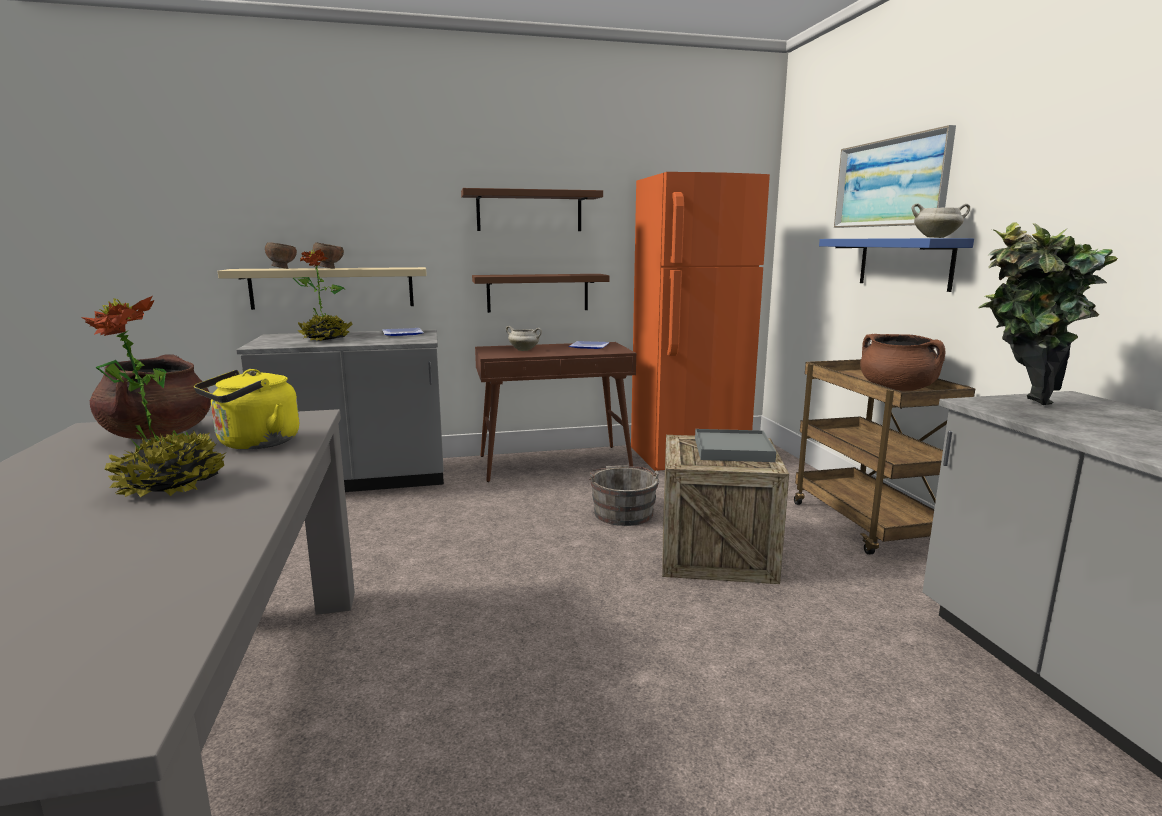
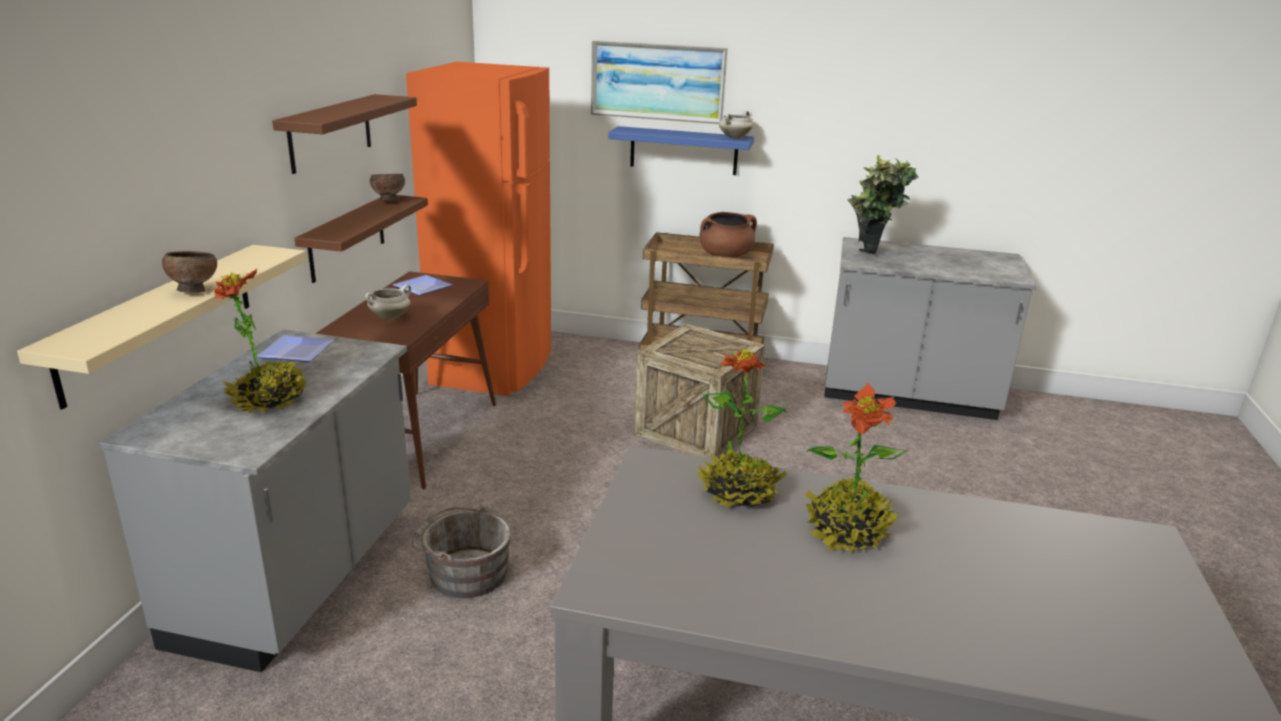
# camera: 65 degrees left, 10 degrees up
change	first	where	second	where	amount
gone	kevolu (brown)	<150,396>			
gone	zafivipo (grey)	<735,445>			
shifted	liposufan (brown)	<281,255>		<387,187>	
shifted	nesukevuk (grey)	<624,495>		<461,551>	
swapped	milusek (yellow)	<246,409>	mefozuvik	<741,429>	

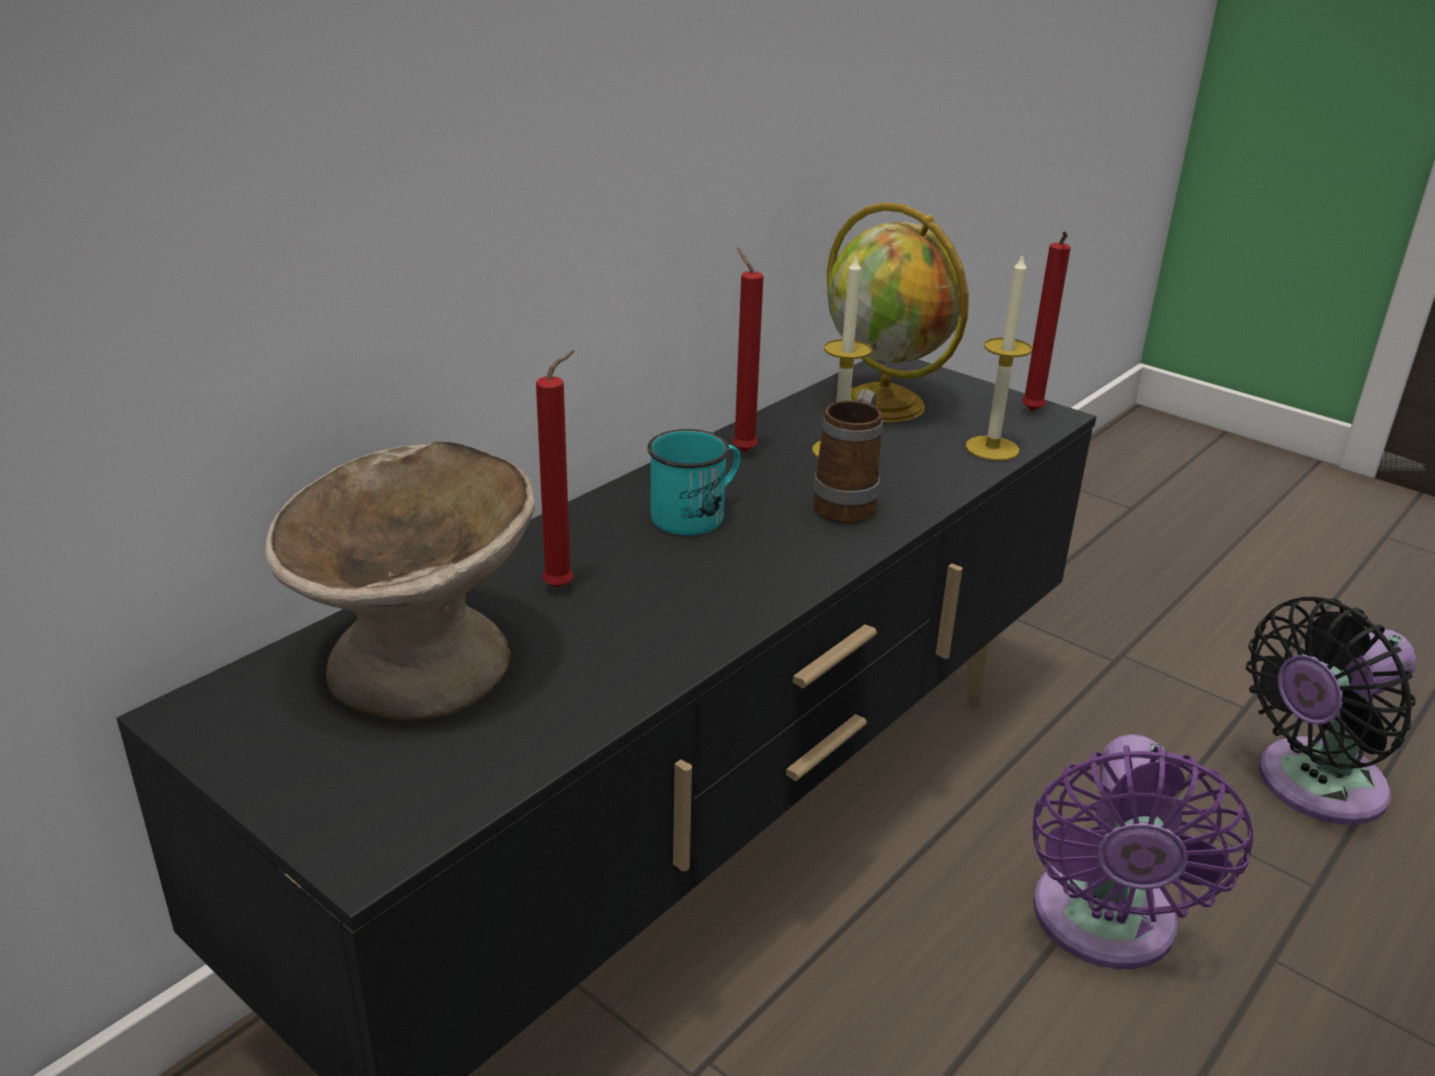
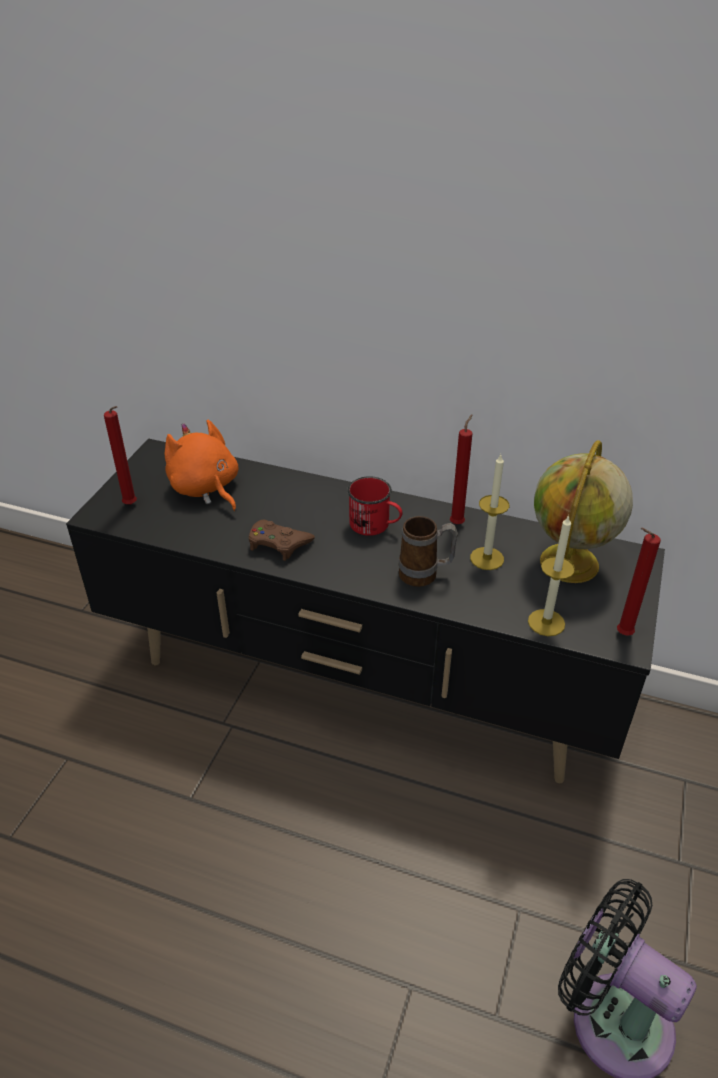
# camera: 70 degrees right, 10 degrees up
change	first	where	second	where	amount
gone	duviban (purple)	<1143,851>			
new			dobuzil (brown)	<282,540>	
shifted	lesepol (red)	<555,469>		<120,455>	
swapped	liposufan (beige)	<400,580>	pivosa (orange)	<201,465>	
repainted	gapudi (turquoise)	<694,482>	gapudi (red)	<375,506>	

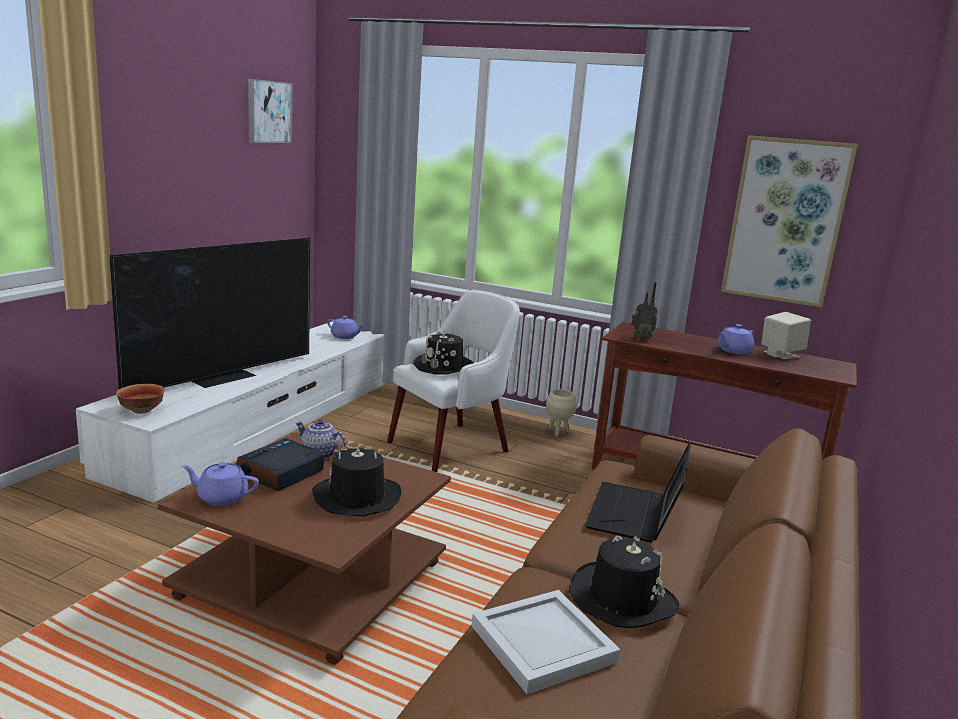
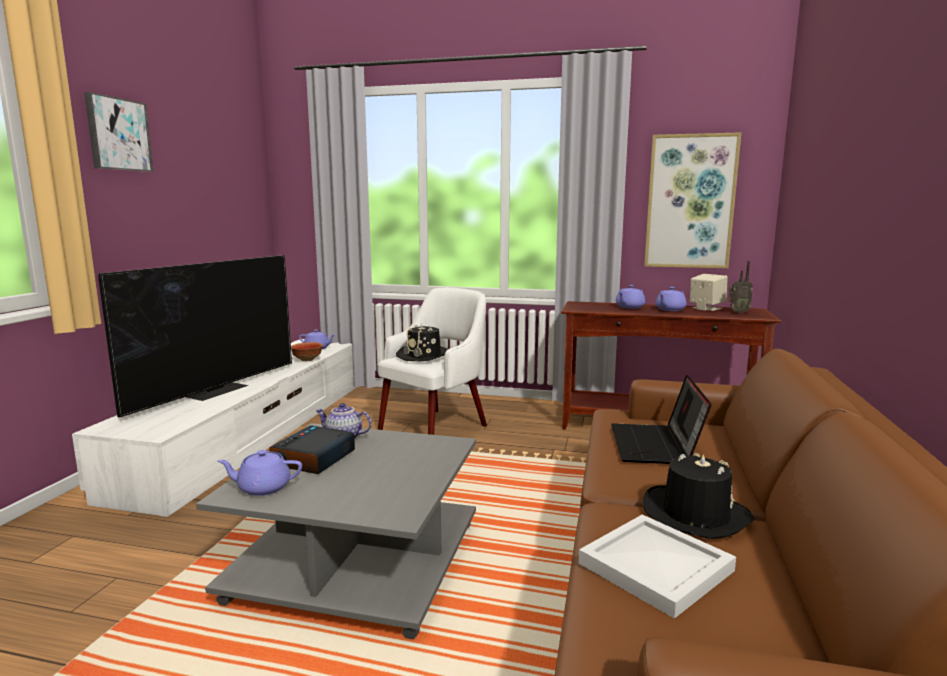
# camera: 10 degrees left, 5 degrees down
change	first	where	second	where	amount
gone	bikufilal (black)	<356,481>			
gone	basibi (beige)	<561,412>			
new			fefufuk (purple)	<630,297>	
shifted	liposufan	<140,399>		<307,351>	
shifted	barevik	<270,111>		<119,132>	
shifted	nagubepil	<644,311>		<741,287>	
repainted	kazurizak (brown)	<304,548>	kazurizak (grey)	<336,531>	

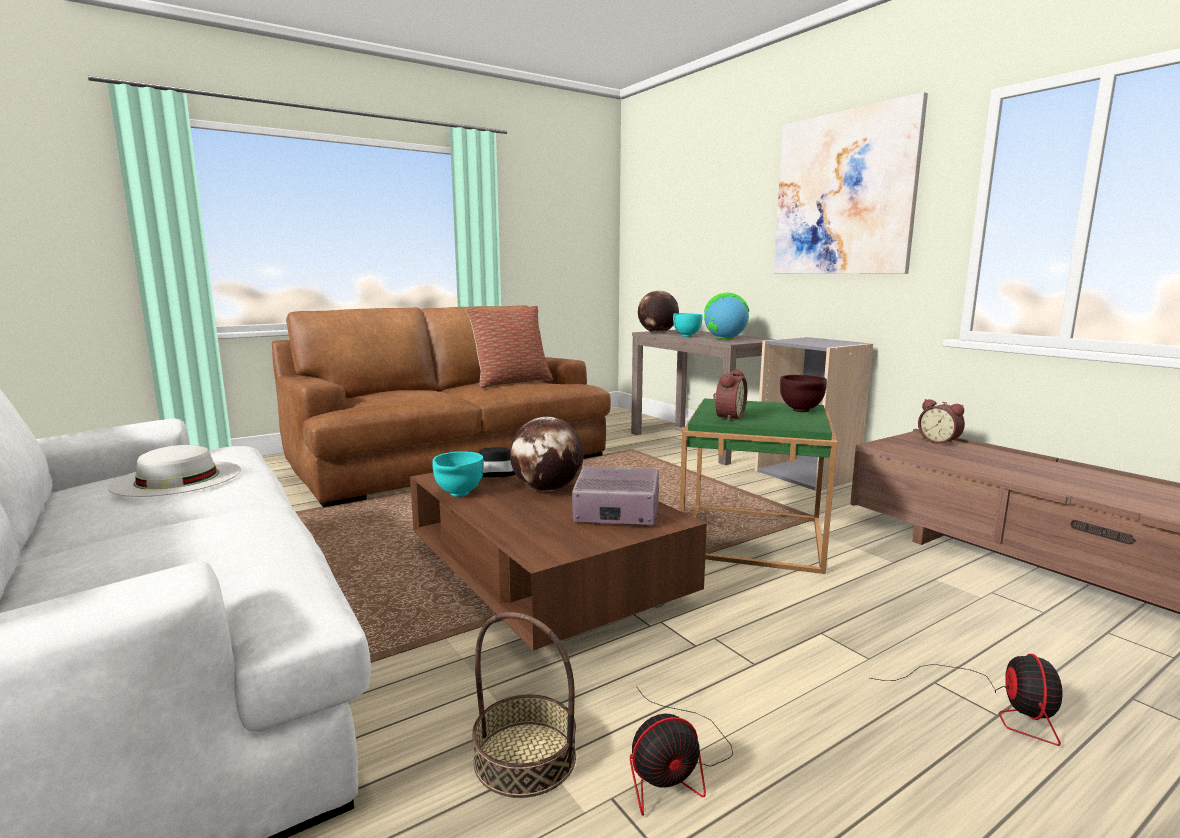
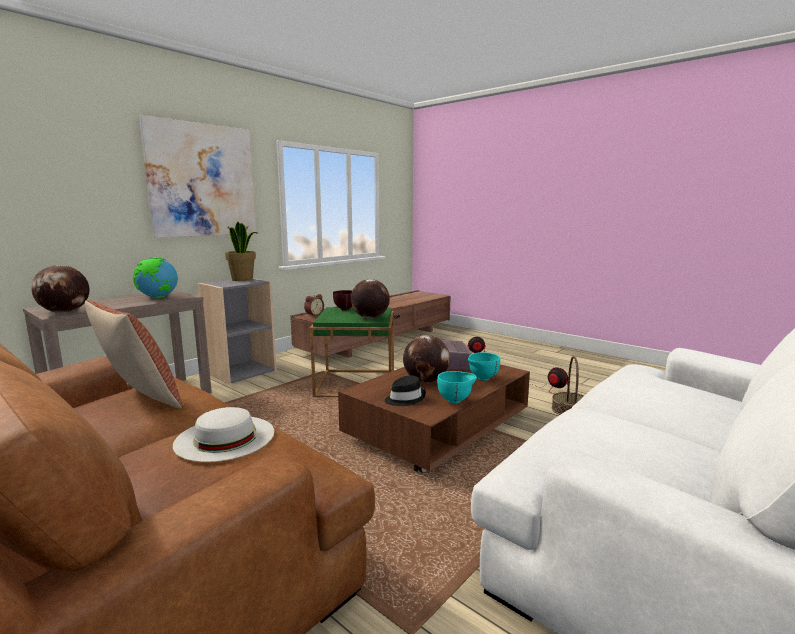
# camera: 105 degrees left, 0 degrees up
change	first	where	second	where	amount
new			mefozuvik	<241,251>	
shifted	bikufilal (white)	<174,471>		<223,434>	
shifted	liposufan (turquoise)	<688,325>		<484,366>	
swapped	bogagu	<730,395>	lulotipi	<370,299>	

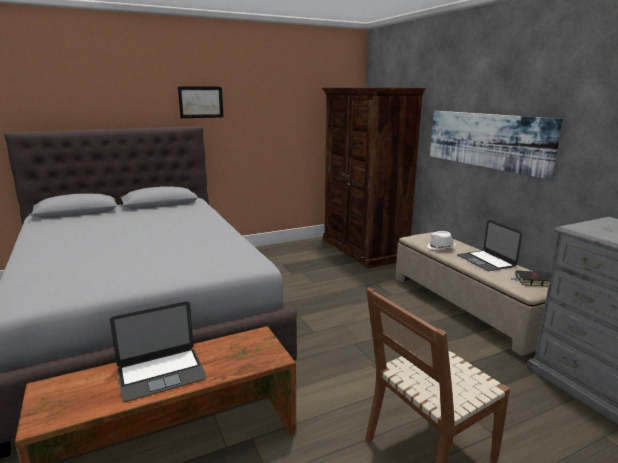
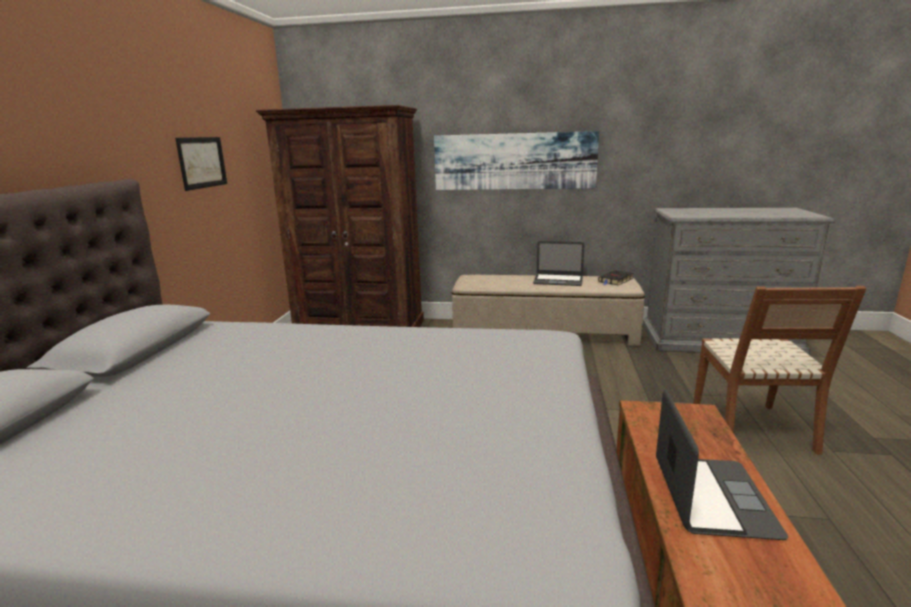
# camera: 55 degrees left, 0 degrees up
change	first	where	second	where	amount
gone	bikufilal (white)	<441,240>			
shifted	barevik	<200,102>		<201,164>	

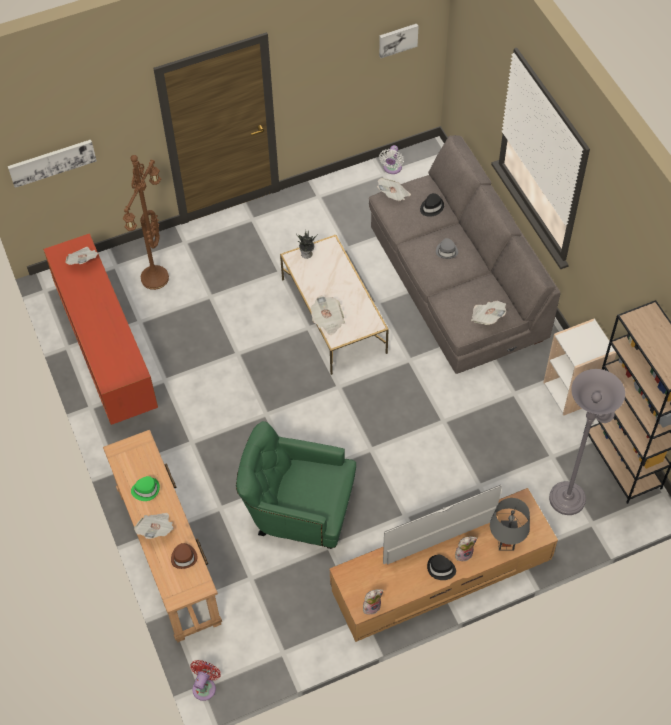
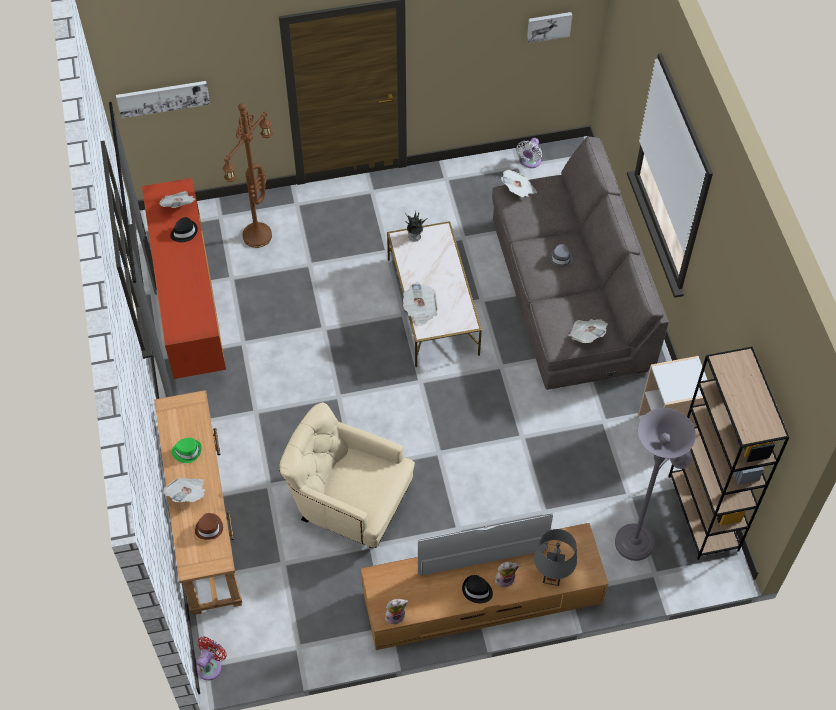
# camera: 10 degrees right, 0 degrees up
change	first	where	second	where	amount
shifted	bikufilal (black)	<432,205>		<184,229>	
repainted	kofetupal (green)	<296,485>	kofetupal (beige)	<347,475>	

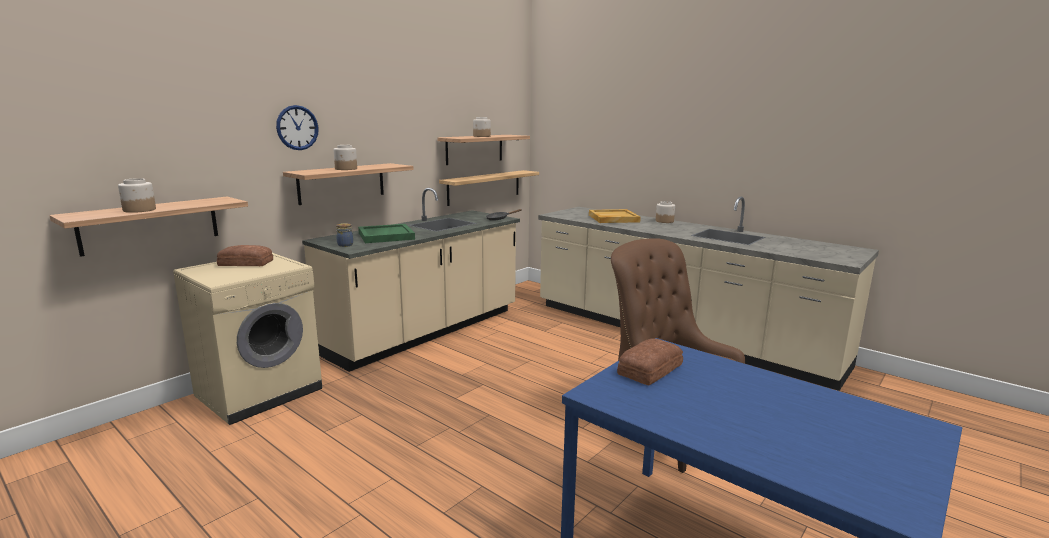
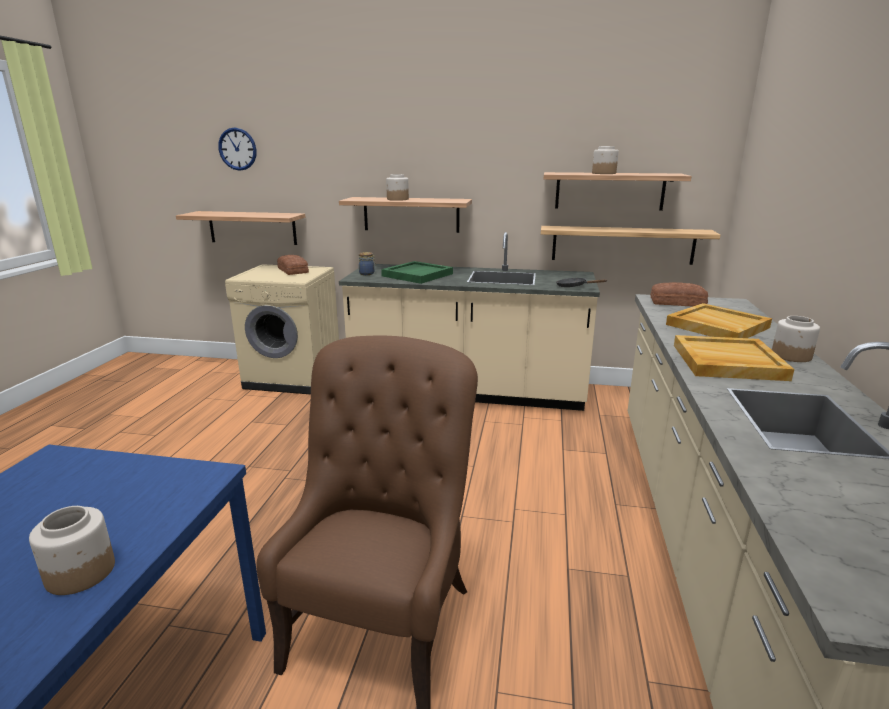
# camera: 60 degrees right, 5 degrees up
change	first	where	second	where	amount
new			zafivipo (beige)	<734,358>	
shifted	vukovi	<137,195>		<72,550>	
shifted	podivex	<297,127>		<237,149>	
shifted	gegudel	<650,361>		<679,294>	

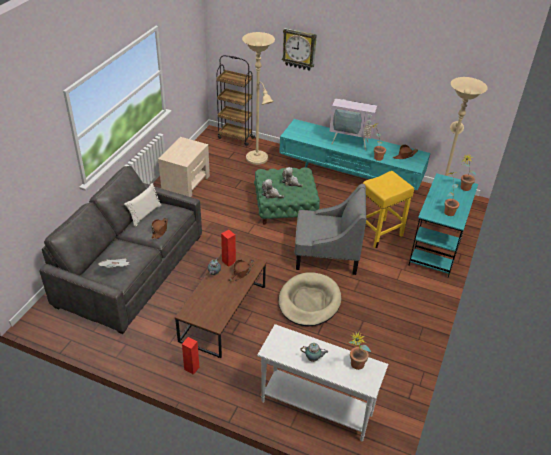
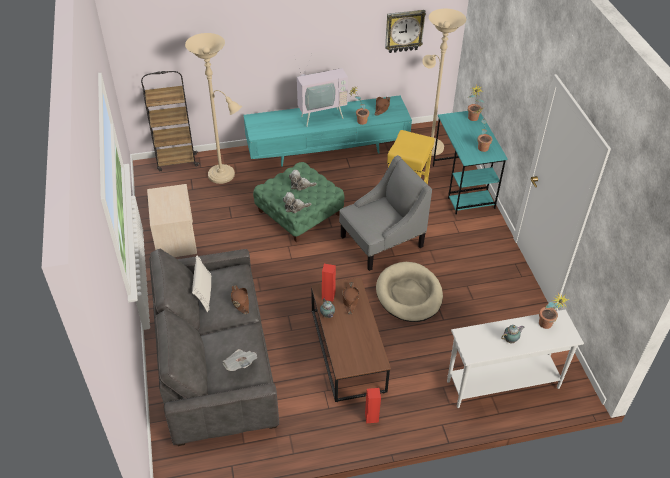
# camera: 35 degrees left, 5 degrees up
change	first	where	second	where	amount
shifted	podivex	<299,49>		<405,31>	

